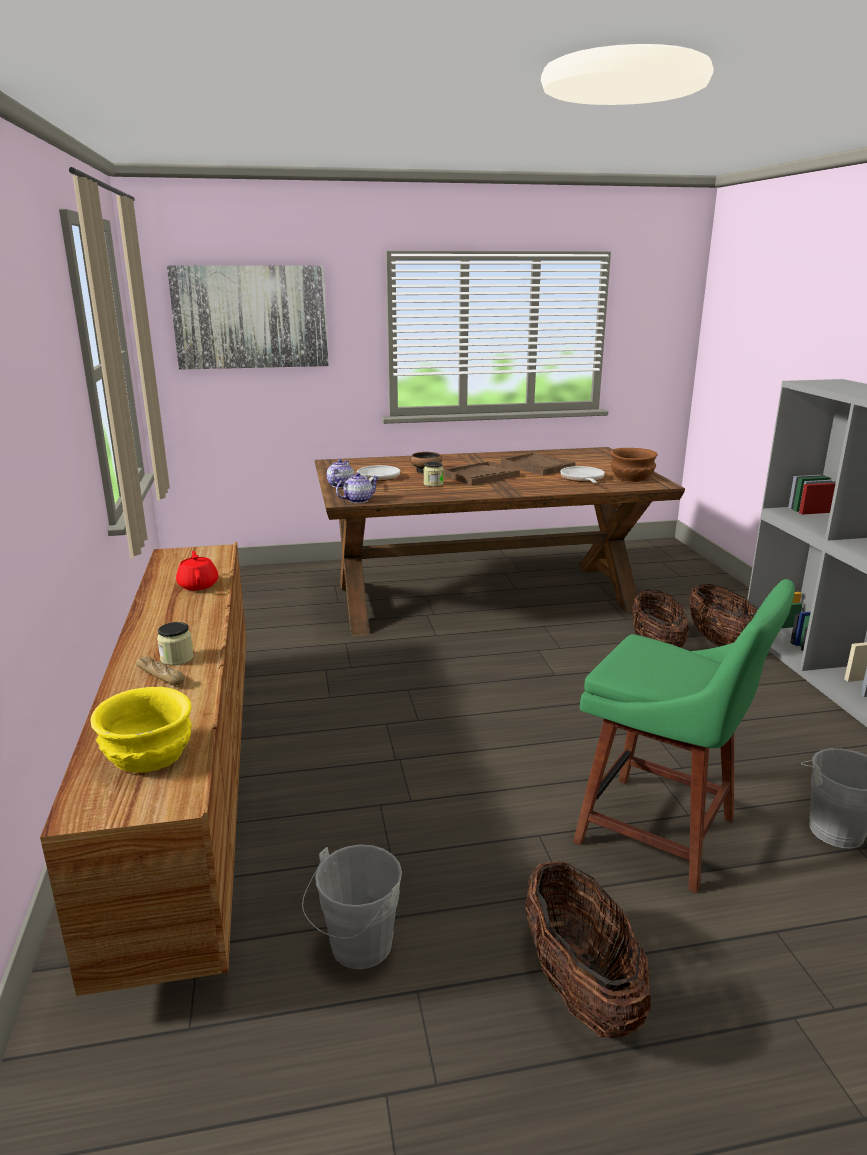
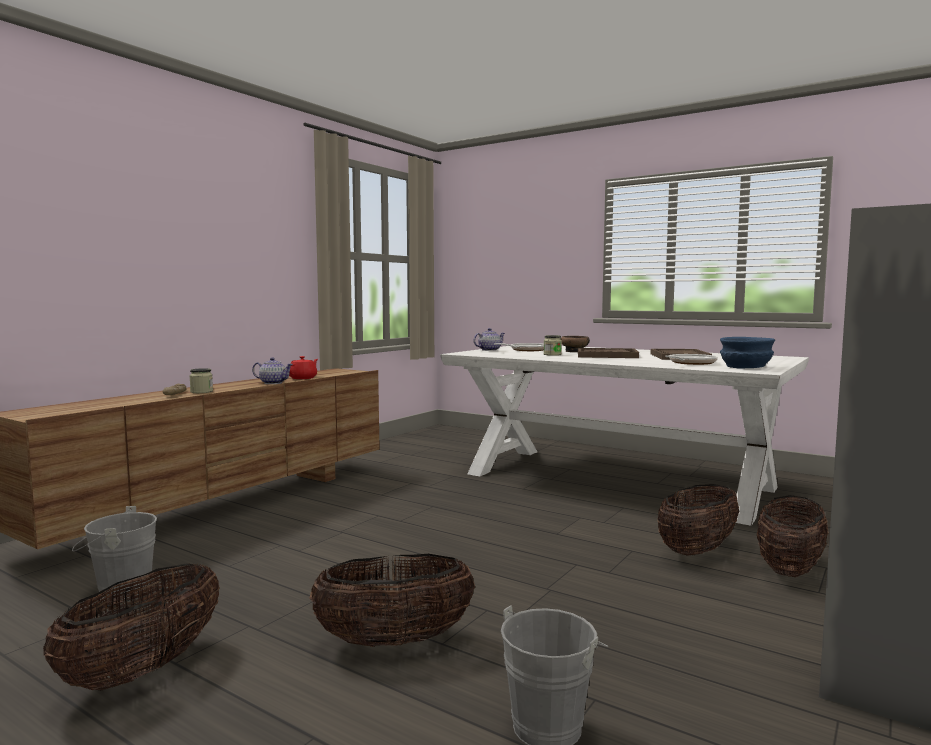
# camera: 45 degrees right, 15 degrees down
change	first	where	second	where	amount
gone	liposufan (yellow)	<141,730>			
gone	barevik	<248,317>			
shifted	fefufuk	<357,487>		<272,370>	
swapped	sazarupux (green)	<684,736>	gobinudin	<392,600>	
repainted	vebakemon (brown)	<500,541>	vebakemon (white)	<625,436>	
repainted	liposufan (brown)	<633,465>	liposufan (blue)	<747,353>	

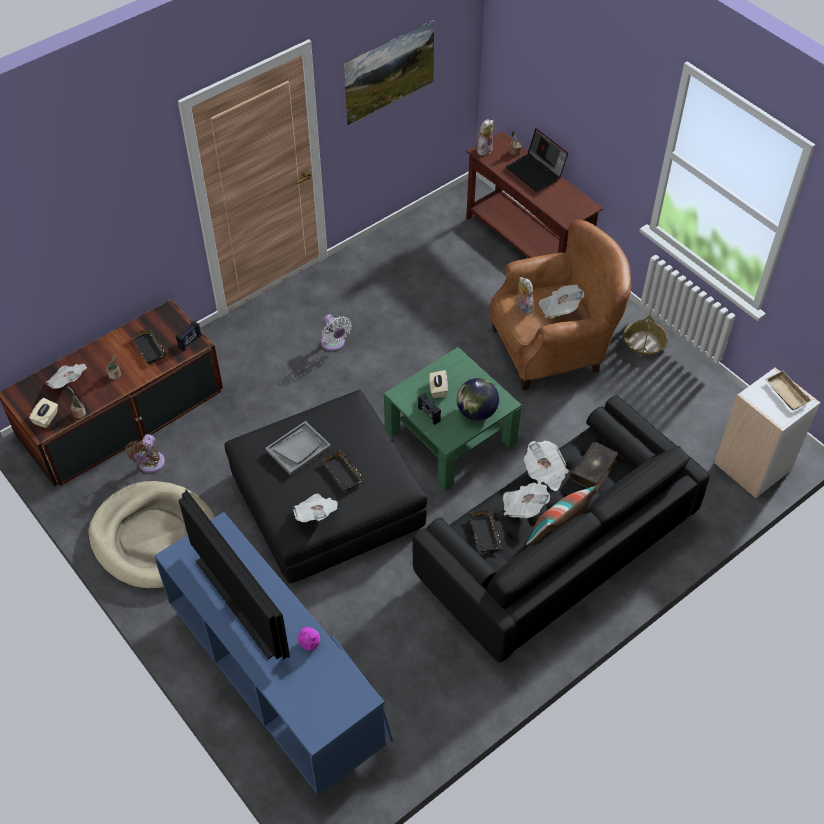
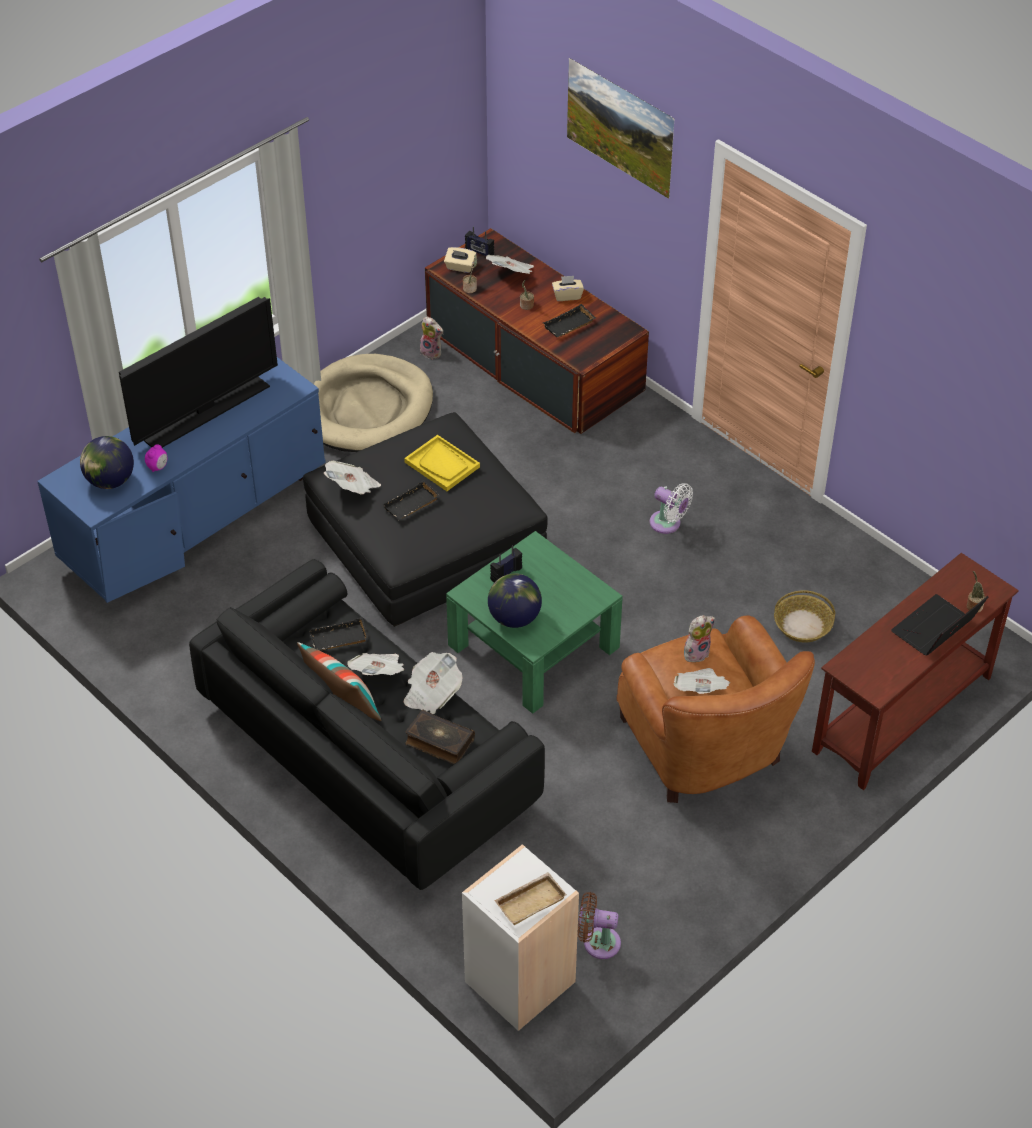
# camera: 85 degrees right, 5 degrees down
change	first	where	second	where	amount
new			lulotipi	<107,462>	
shifted	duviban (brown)	<145,453>		<599,925>	
shifted	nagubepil	<188,335>		<479,241>	
shifted	barevik	<389,73>		<621,128>	
shifted	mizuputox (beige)	<438,384>		<568,288>	
shifted	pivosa	<485,137>		<431,338>	
shifted	gobinudin	<646,333>		<804,616>	
repainted	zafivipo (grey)	<298,448>	zafivipo (yellow)	<442,463>	
rotated	duviban (white)	<336,332>		<671,508>	105 degrees counterclockwise

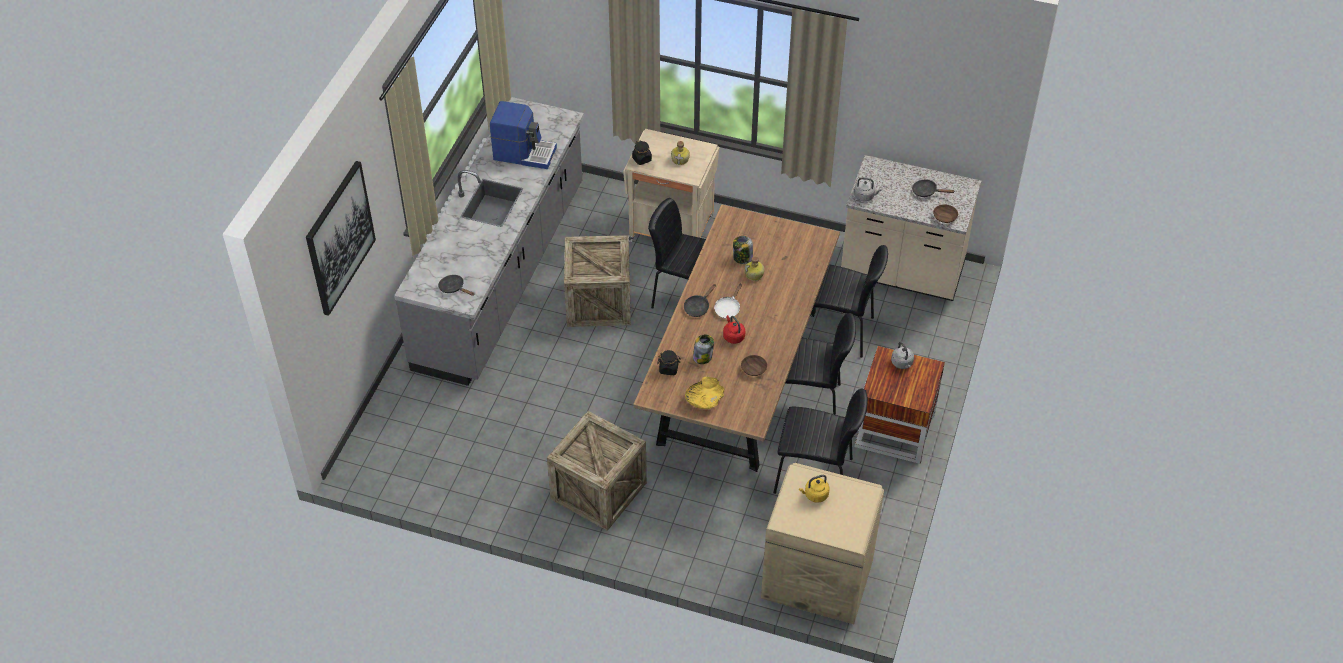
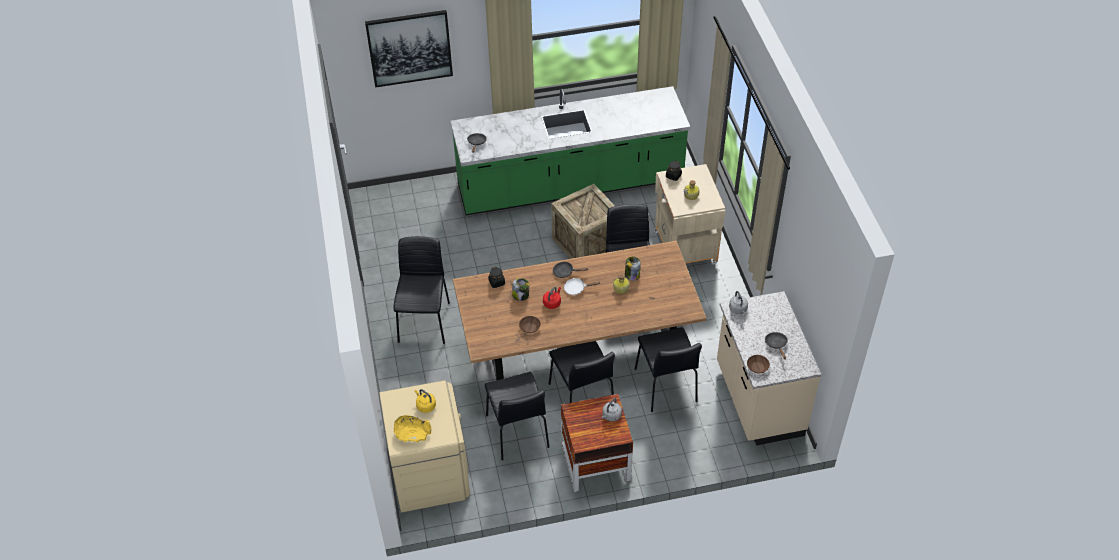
# camera: 60 degrees right, 0 degrees up
change	first	where	second	where	amount
gone	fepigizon	<523,135>			
shifted	liposufan (yellow)	<704,393>		<412,429>	
swapped	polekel	<597,471>	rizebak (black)	<421,290>	
repainted	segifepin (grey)	<489,241>	segifepin (green)	<570,151>	

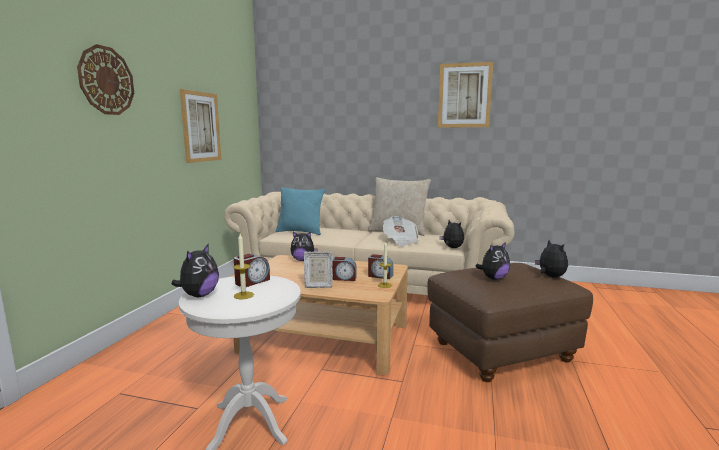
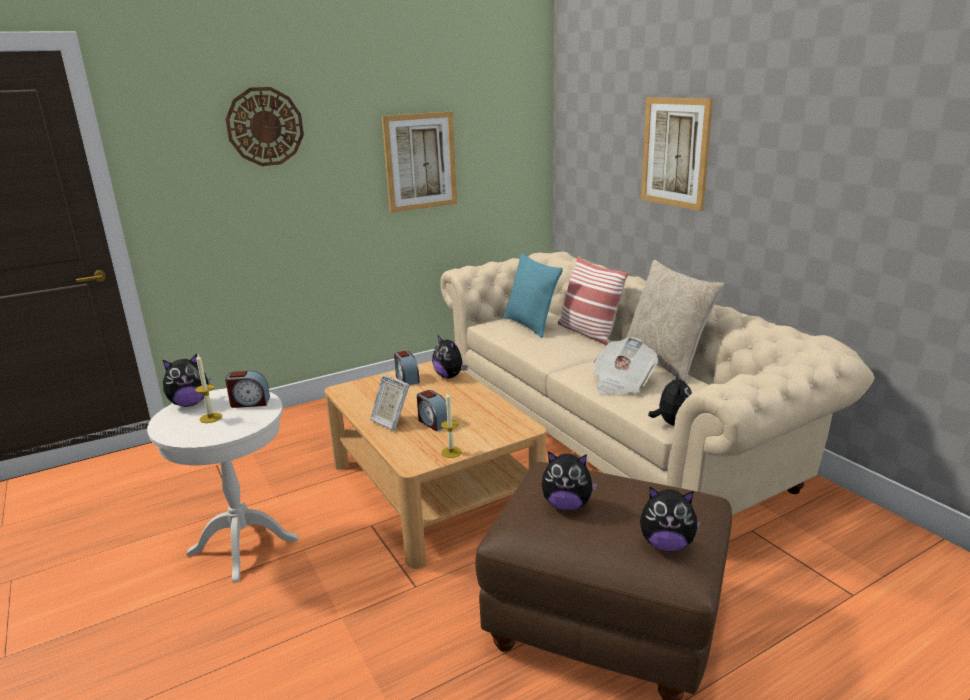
# camera: 45 degrees right, 10 degrees up
change	first	where	second	where	amount
new			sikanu	<593,300>	
shifted	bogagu	<380,266>		<407,368>	
shifted	barevik	<465,94>		<677,154>	
rotated	pivosa	<551,259>		<670,519>	75 degrees clockwise

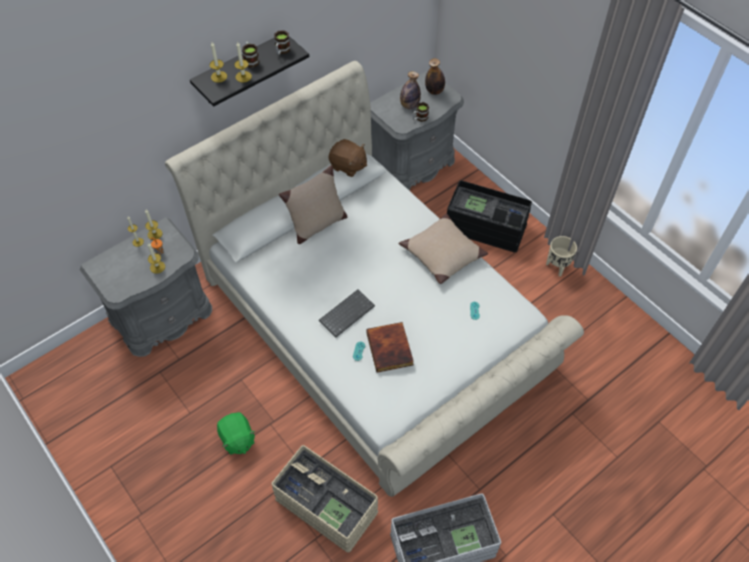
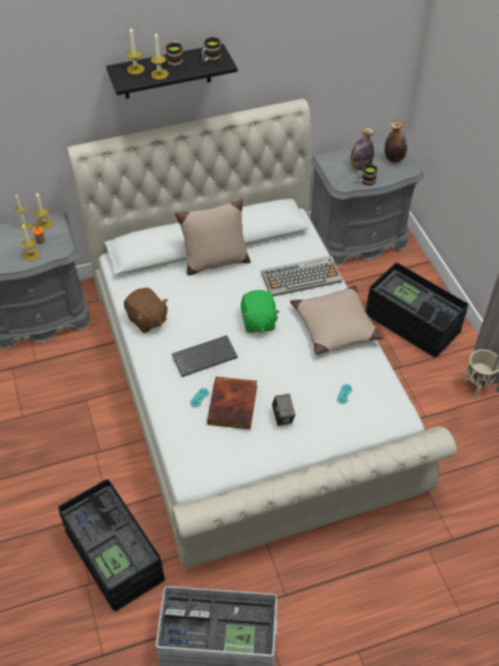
# camera: 20 degrees right, 5 degrees down
change	first	where	second	where	amount
new			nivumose	<301,276>	
new			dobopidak	<283,410>	
shifted	pivosa (green)	<236,433>		<260,311>	
shifted	pivosa (brown)	<348,158>		<146,310>	
repainted	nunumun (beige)	<324,498>	nunumun (black)	<111,545>	

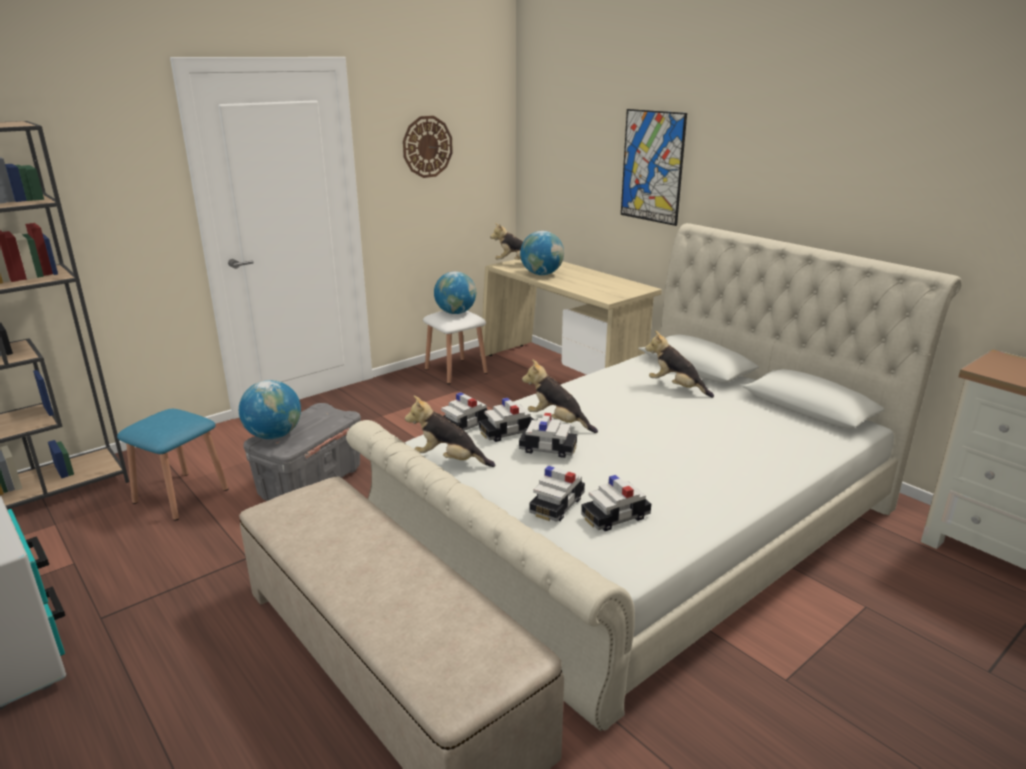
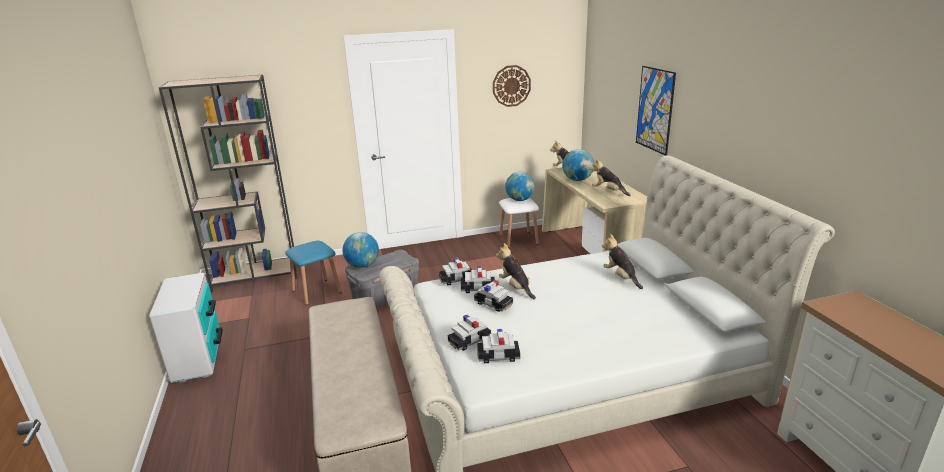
# camera: 25 degrees right, 0 degrees up
change	first	where	second	where	amount
shifted	pivosa	<450,431>		<610,177>	

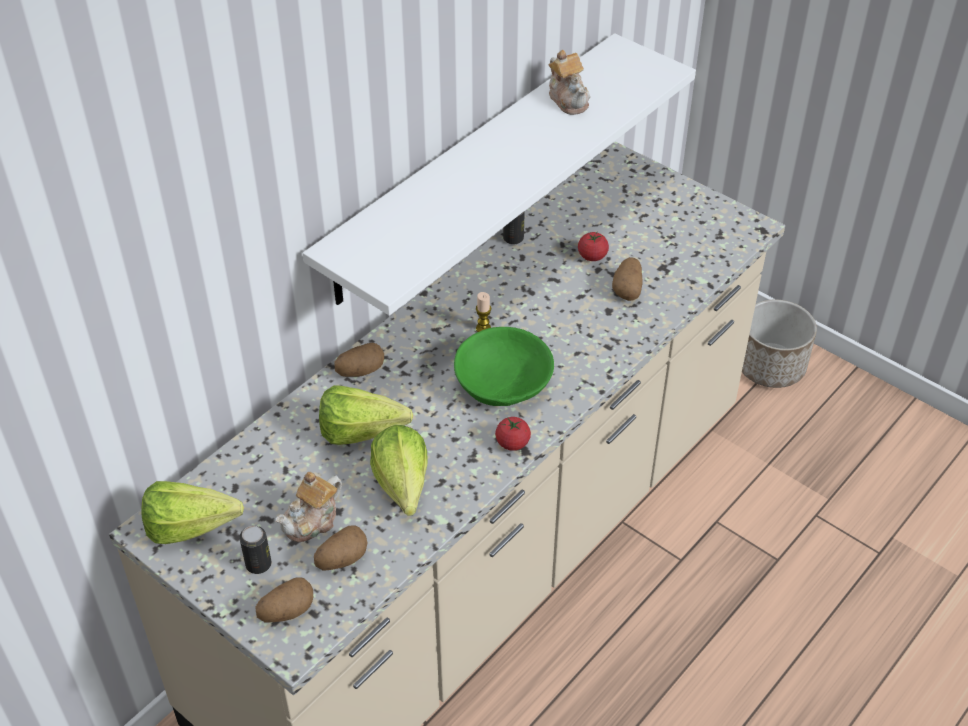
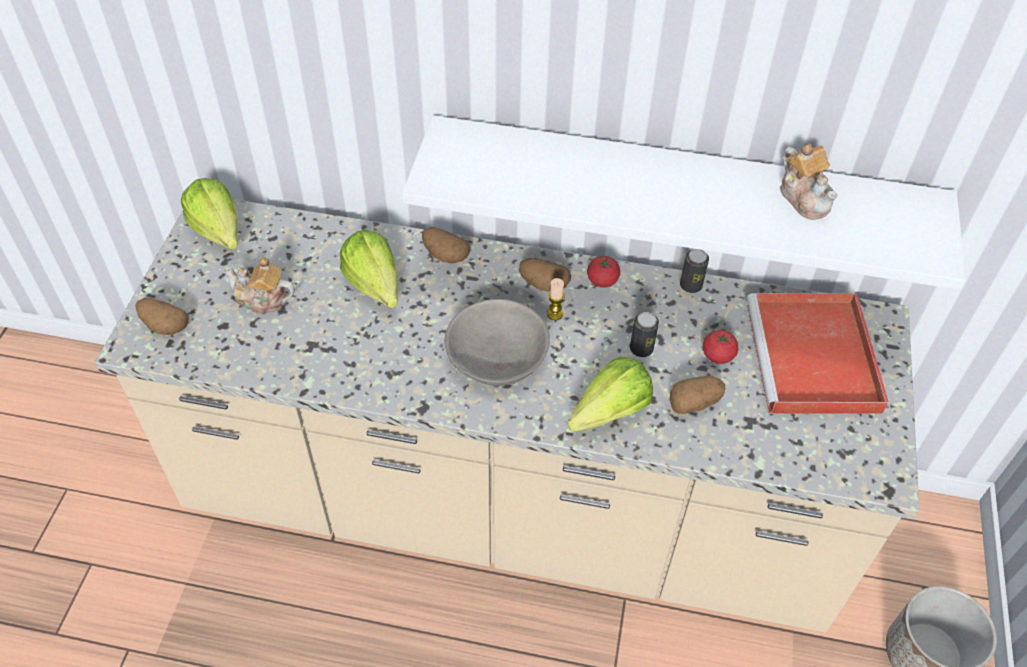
# camera: 60 degrees right, 5 degrees up
change	first	where	second	where	amount
new			zafivipo (red)	<818,353>	
shifted	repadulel	<255,549>		<644,334>	
shifted	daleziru	<341,548>		<545,275>	
shifted	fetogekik	<398,470>		<610,394>	
shifted	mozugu	<513,434>		<603,272>	
repainted	liposufan (green)	<504,366>	liposufan (grey)	<497,342>	
rotated	fefufuk	<569,82>		<809,182>	60 degrees counterclockwise

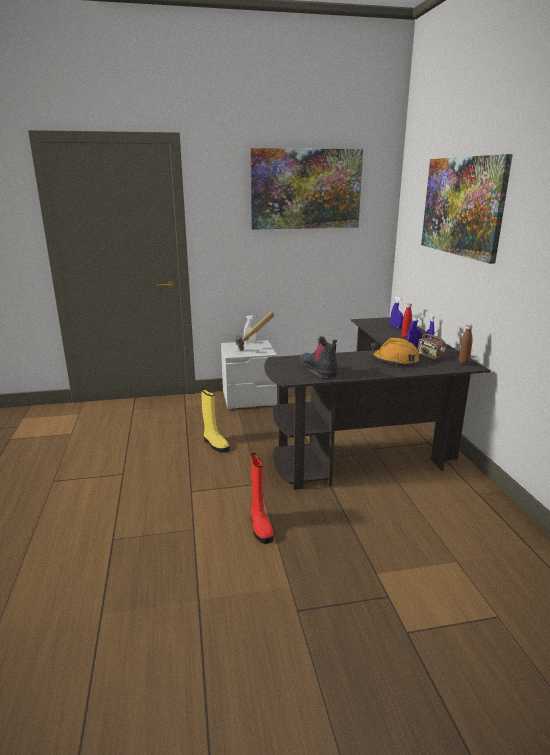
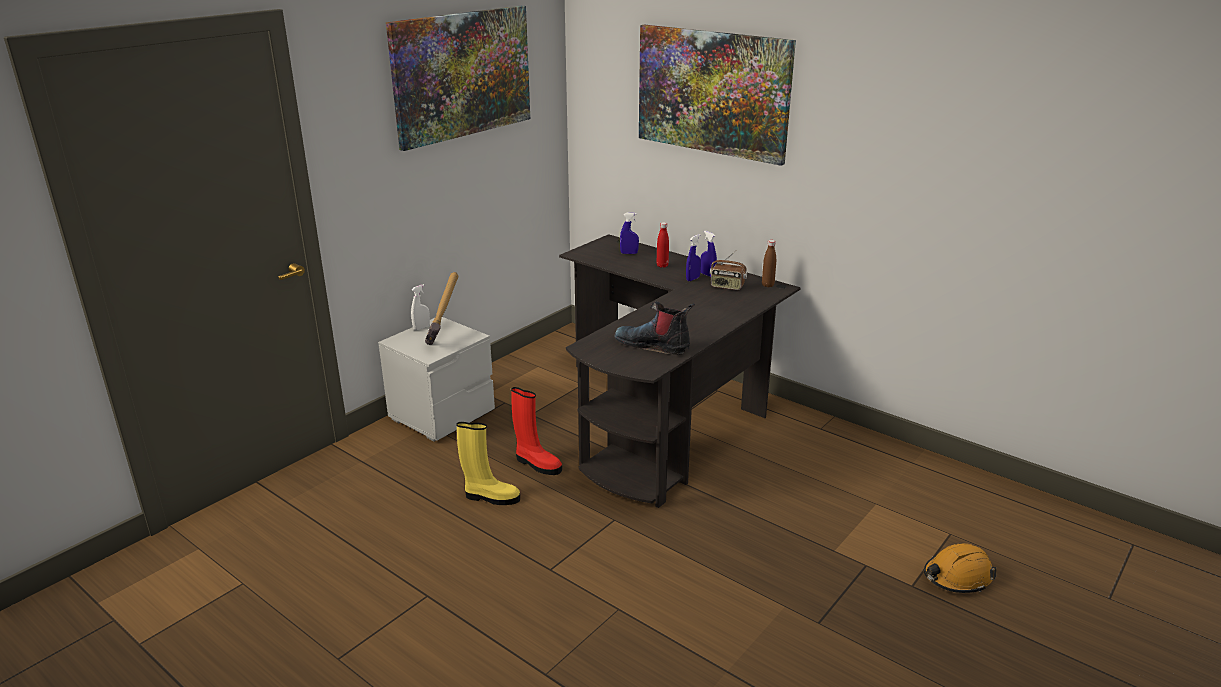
# camera: 40 degrees left, 5 degrees up
change	first	where	second	where	amount
shifted	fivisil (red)	<261,498>		<536,431>	
shifted	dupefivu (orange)	<395,351>		<960,568>	

